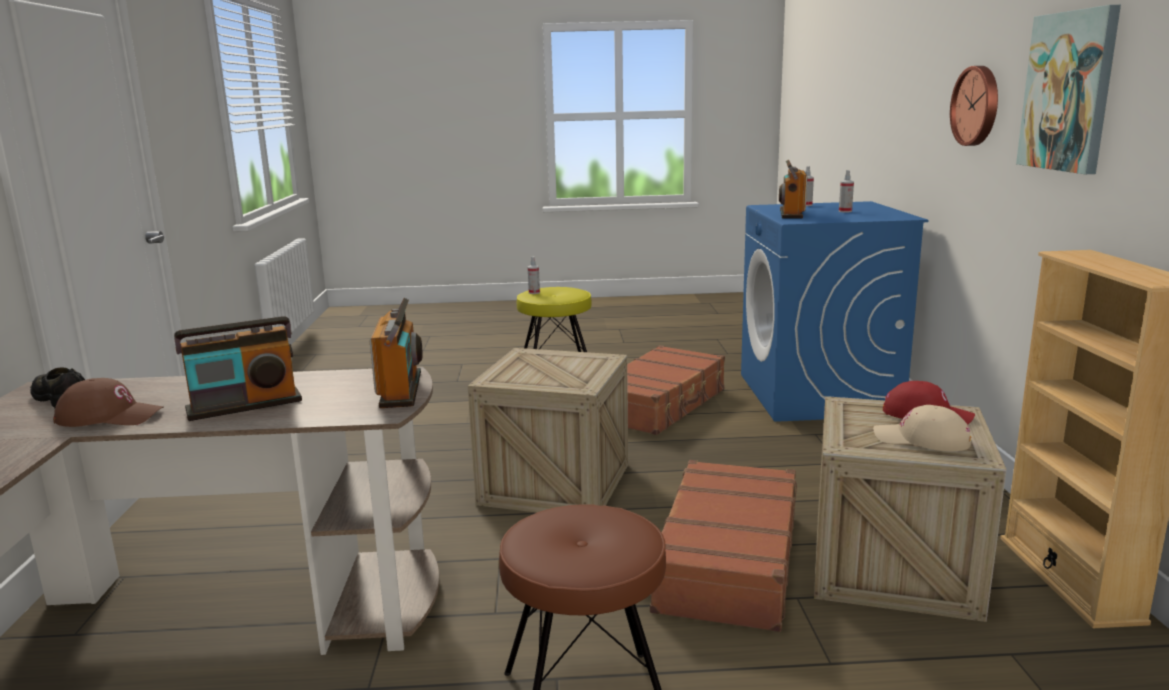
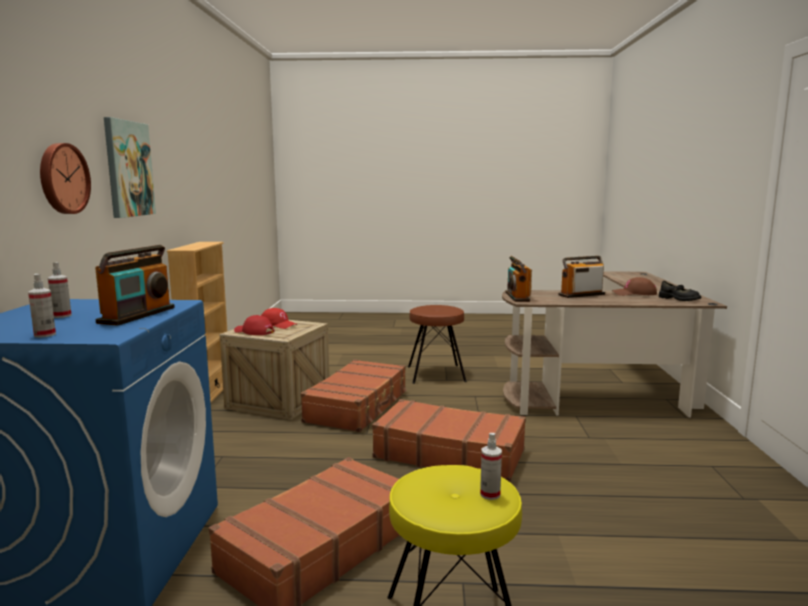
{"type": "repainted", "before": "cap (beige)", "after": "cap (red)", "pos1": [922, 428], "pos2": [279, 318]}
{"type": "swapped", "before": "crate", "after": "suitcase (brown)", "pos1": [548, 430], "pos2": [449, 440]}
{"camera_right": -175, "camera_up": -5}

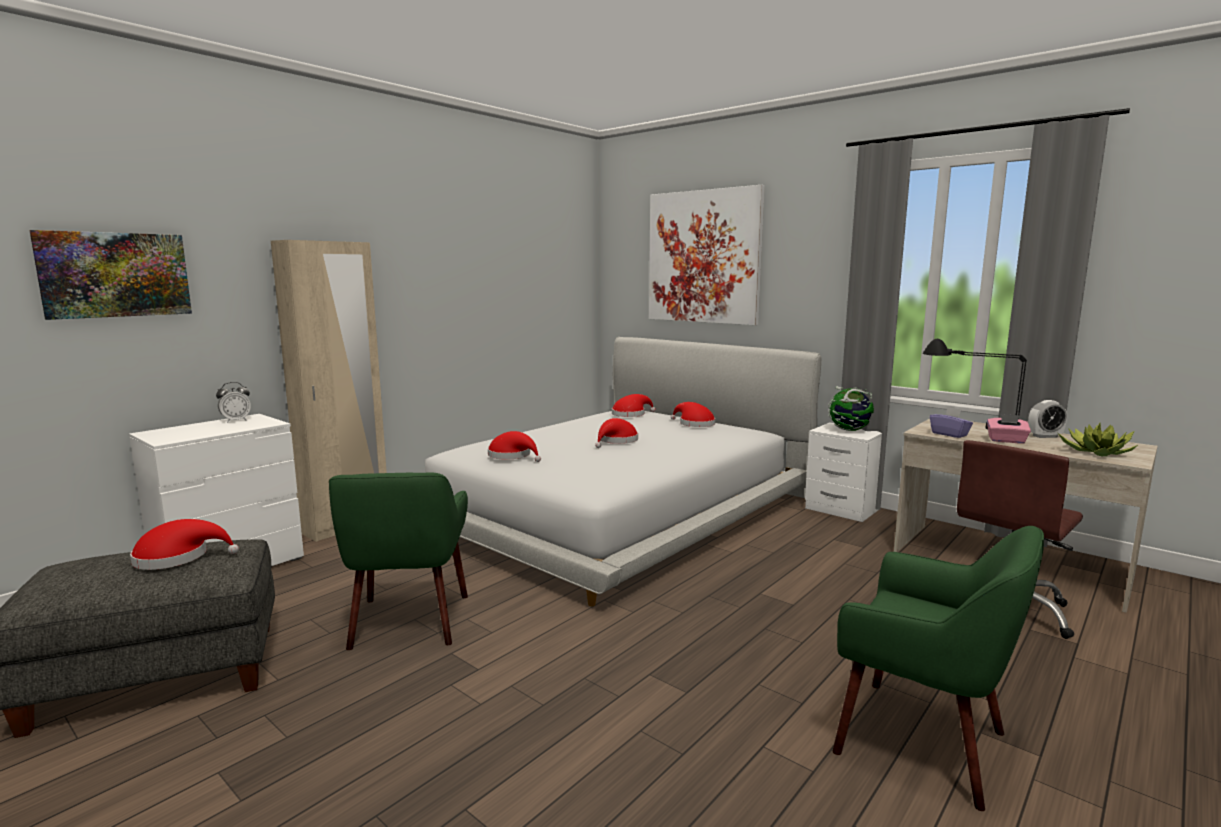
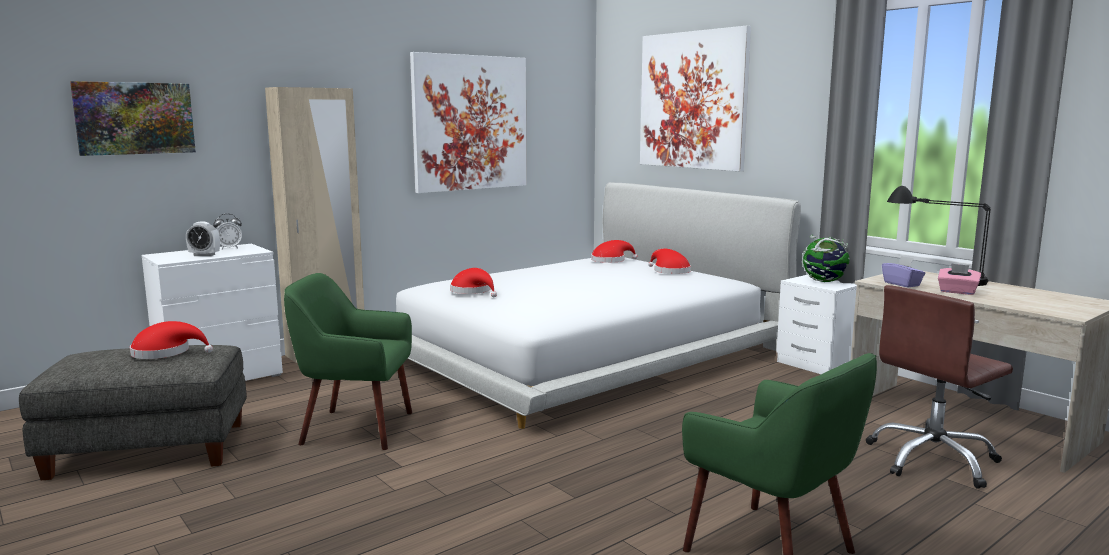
{"type": "shifted", "before": "alarm clock", "pos1": [1047, 419], "pos2": [203, 238]}
{"type": "rotated", "before": "armchair (green)", "pos1": [398, 561], "pos2": [348, 361], "turn": 90}
{"type": "new", "after": "picture", "pos2": [468, 122]}
{"type": "gone", "before": "hat (red)", "pos1": [616, 433]}
{"type": "gone", "before": "potted plant", "pos1": [1098, 439]}
{"camera_right": 10, "camera_up": 0}

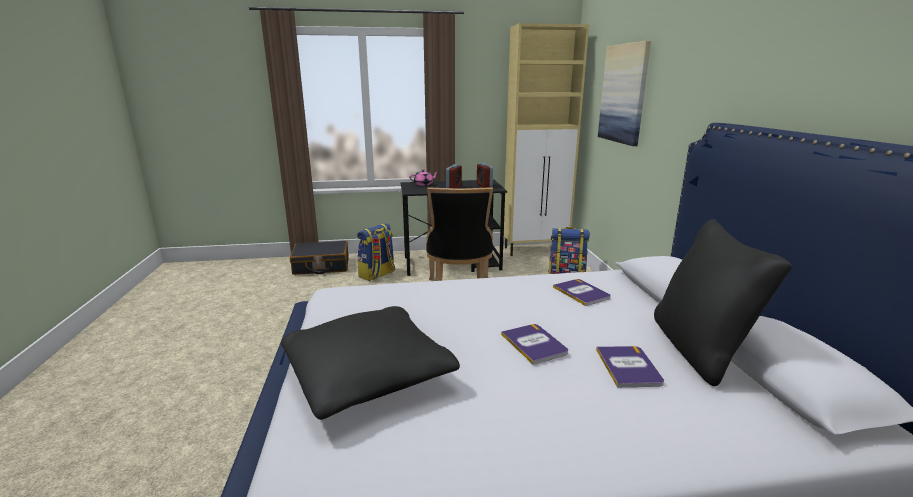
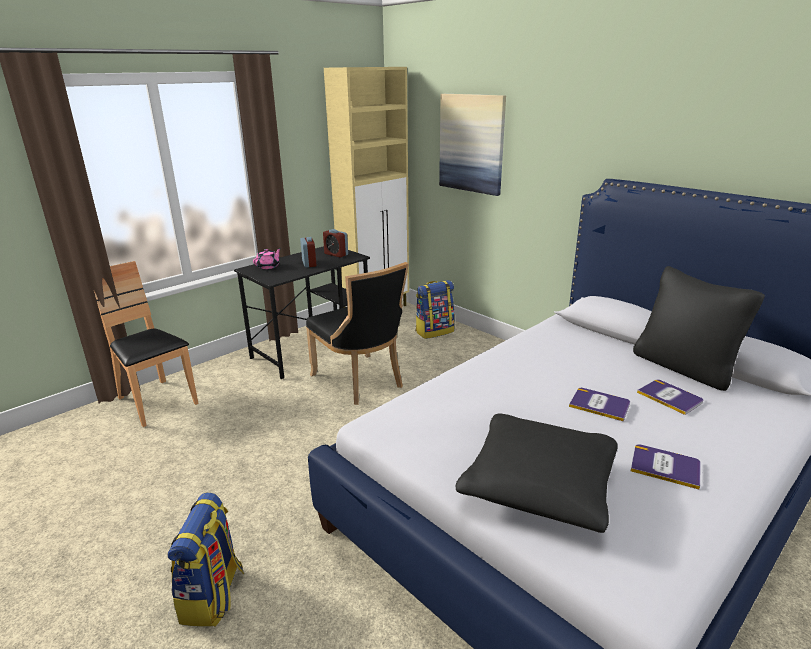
{"type": "swapped", "before": "suitcase (black)", "after": "chair (brown)", "pos1": [319, 258], "pos2": [146, 344]}
{"type": "shifted", "before": "backpack", "pos1": [376, 252], "pos2": [206, 560]}
{"type": "shifted", "before": "book", "pos1": [582, 292], "pos2": [666, 466]}
{"camera_right": -35, "camera_up": 5}

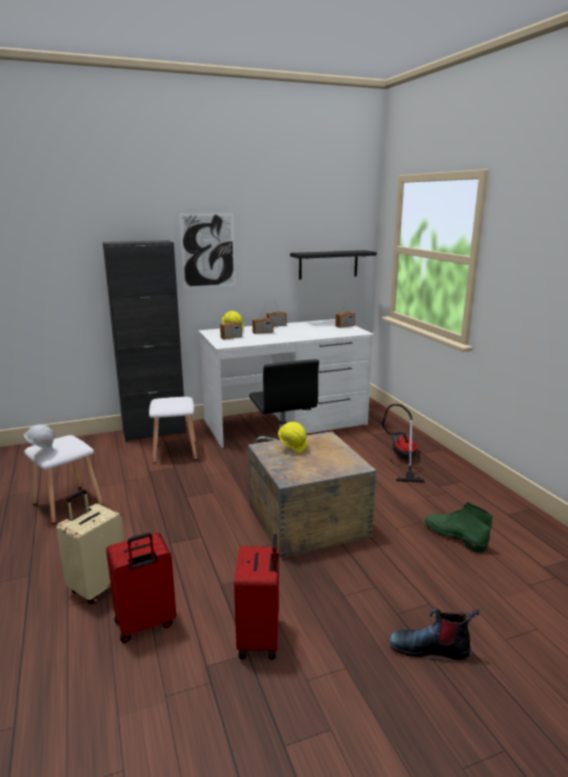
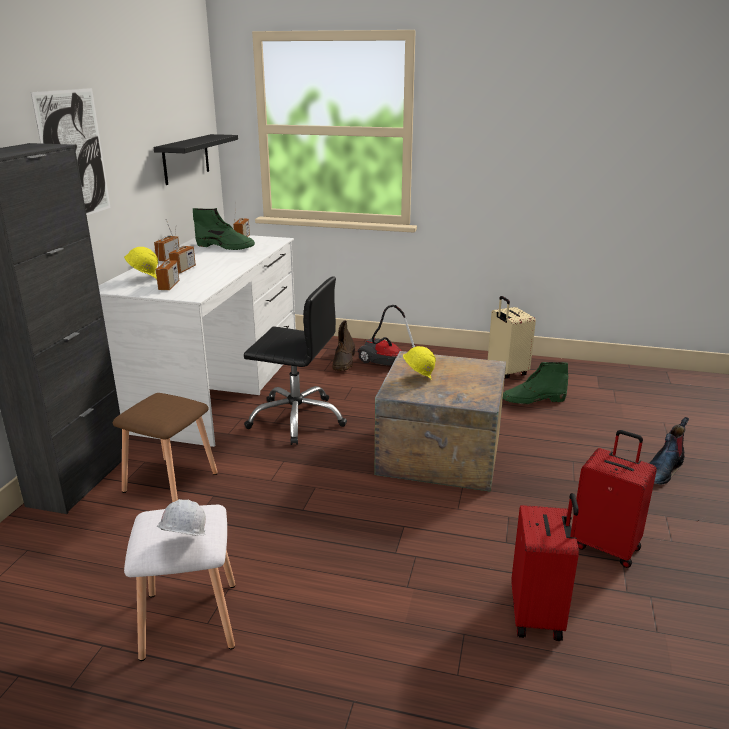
{"type": "repainted", "before": "stool (white)", "after": "stool (brown)", "pos1": [173, 430], "pos2": [165, 447]}
{"type": "new", "after": "boot (green)", "pos2": [224, 229]}
{"type": "new", "after": "boot (brown)", "pos2": [343, 345]}
{"type": "shifted", "before": "suitcase (beige)", "pos1": [90, 547], "pos2": [512, 337]}
{"camera_right": -55, "camera_up": 5}

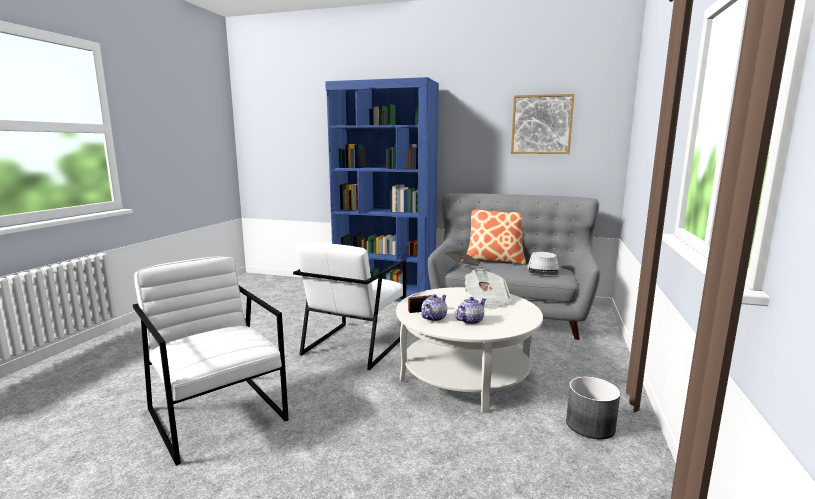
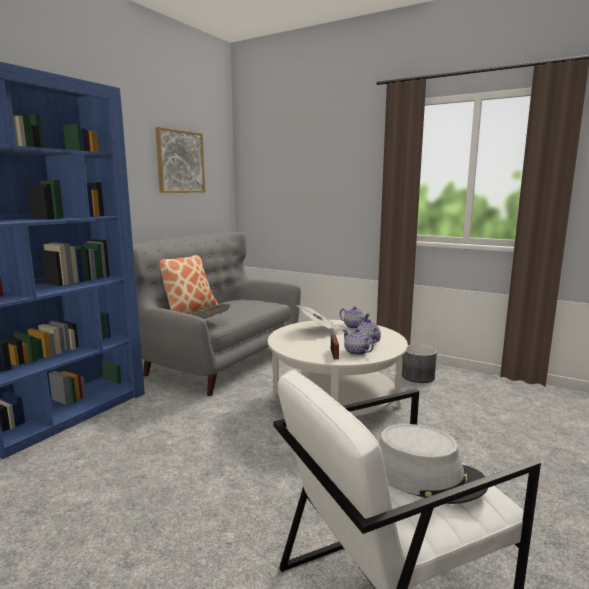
{"type": "new", "after": "teapot", "pos2": [355, 317]}
{"type": "shifted", "before": "hat (grey)", "pos1": [543, 263], "pos2": [433, 464]}
{"type": "gone", "before": "armchair (white)", "pos1": [349, 306]}
{"camera_right": -75, "camera_up": 0}

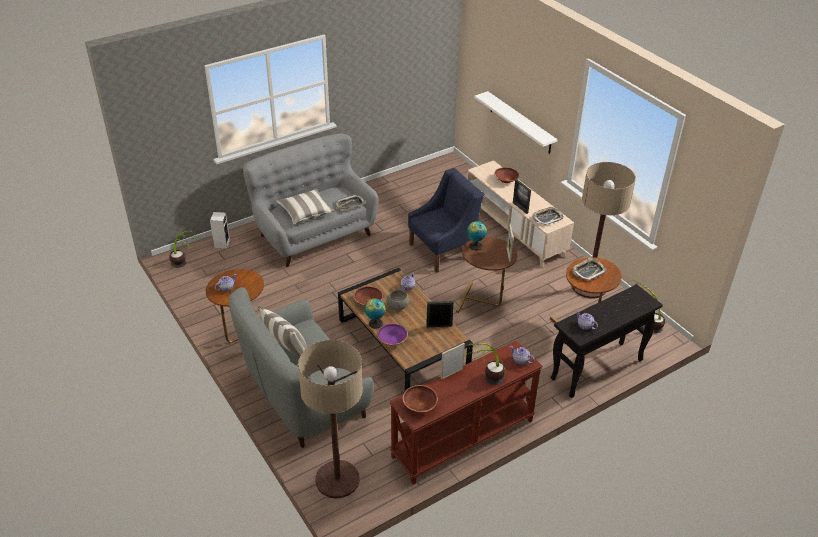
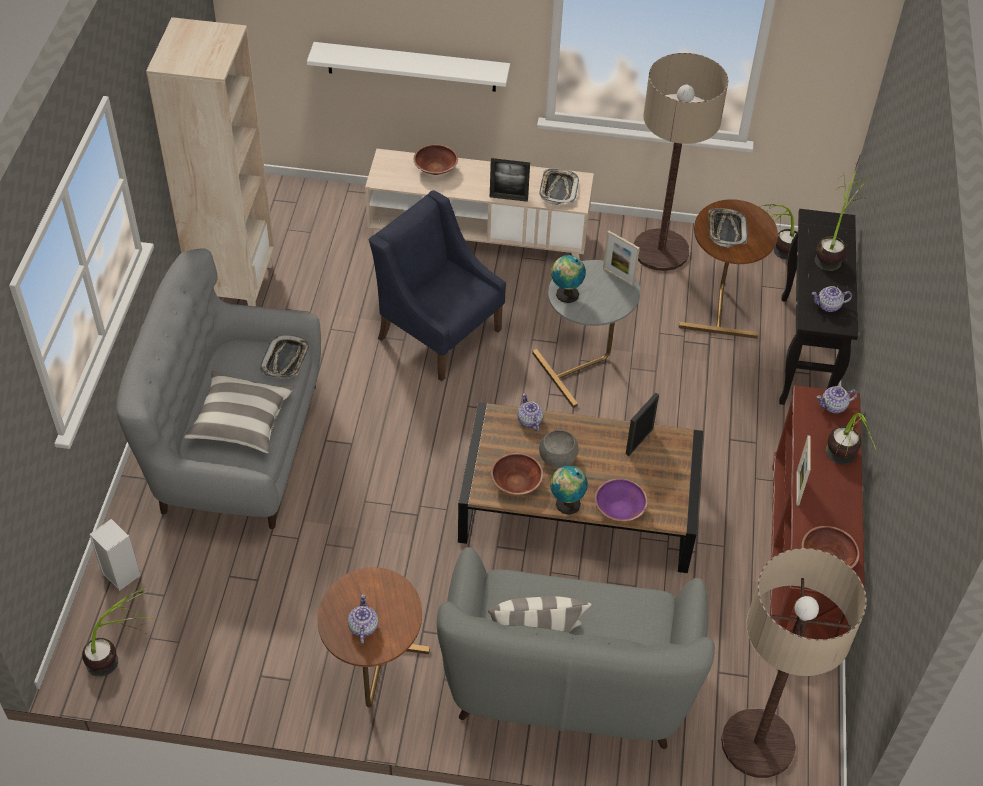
{"type": "new", "after": "bookcase (beige)", "pos2": [210, 161]}
{"type": "rotated", "before": "armchair (blue)", "pos1": [446, 220], "pos2": [437, 285], "turn": -60}
{"type": "repainted", "before": "side table (brown)", "after": "side table (grey)", "pos1": [486, 275], "pos2": [586, 334]}
{"type": "new", "after": "potted plant", "pos2": [842, 212]}
{"camera_right": -50, "camera_up": 10}

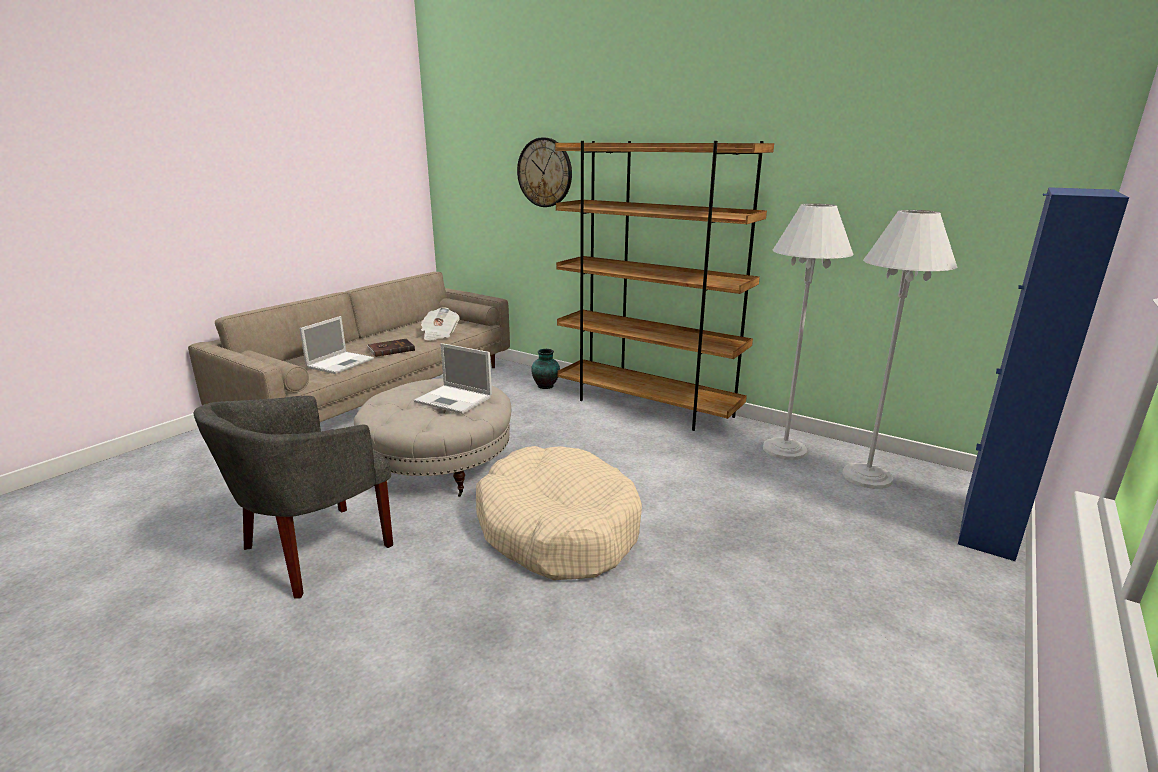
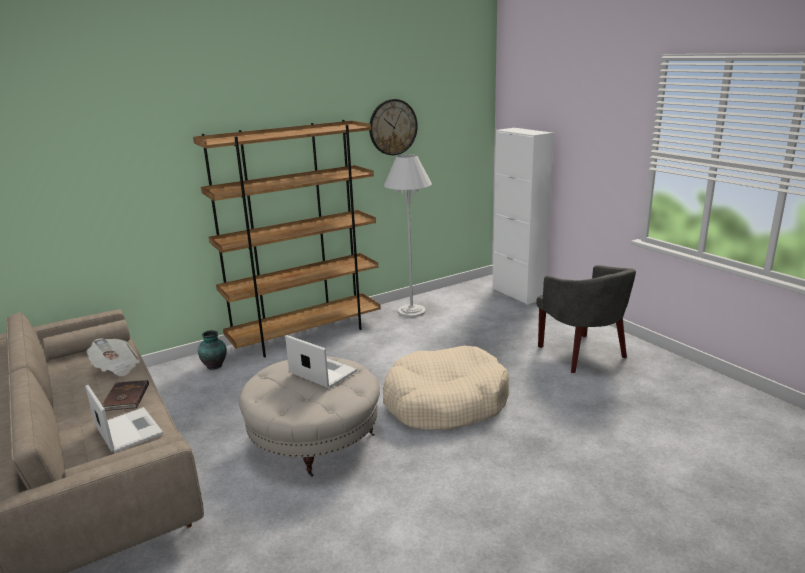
{"type": "rotated", "before": "laptop", "pos1": [453, 378], "pos2": [321, 361], "turn": -105}
{"type": "shifted", "before": "wall clock", "pos1": [544, 172], "pos2": [393, 127]}
{"type": "repainted", "before": "cabinet (blue)", "after": "cabinet (white)", "pos1": [1043, 374], "pos2": [523, 216]}
{"type": "shifted", "before": "armchair (grey)", "pos1": [293, 497], "pos2": [586, 319]}
{"type": "gone", "before": "floor lamp (white)", "pos1": [899, 349]}
{"camera_right": -65, "camera_up": 0}

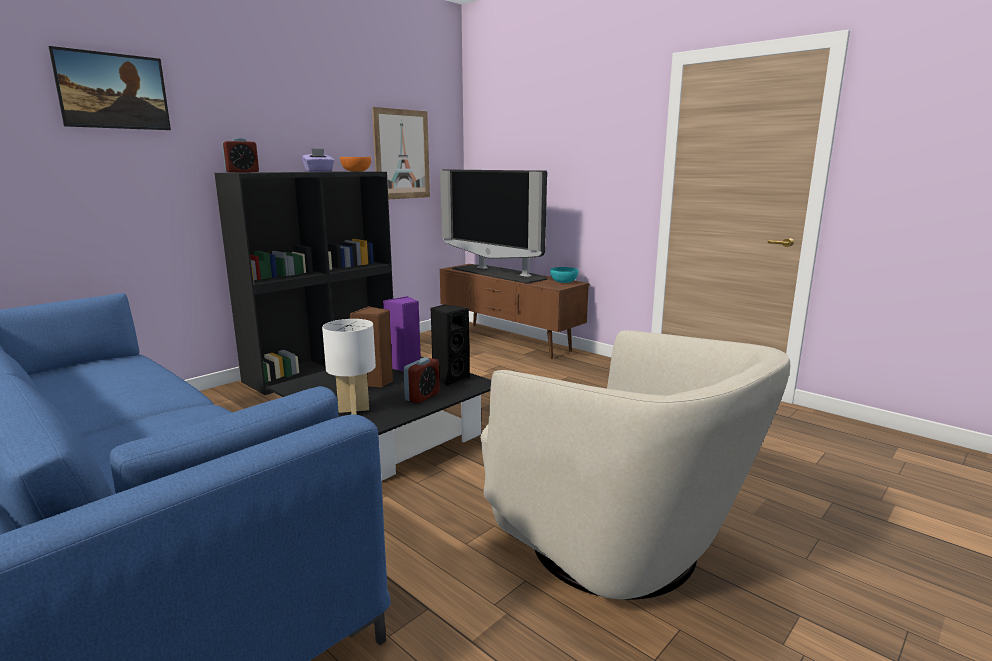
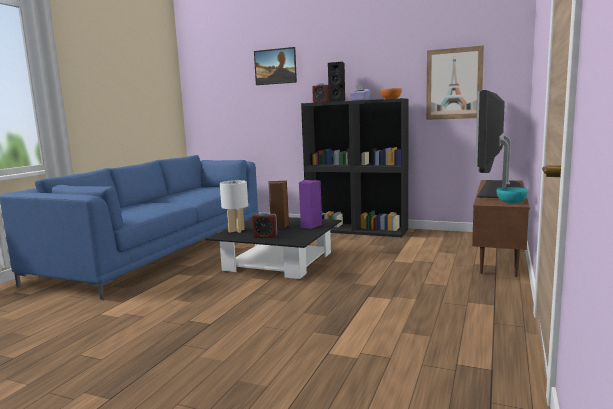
{"type": "shifted", "before": "speaker (black)", "pos1": [450, 345], "pos2": [336, 82]}
{"type": "gone", "before": "armchair (beige)", "pos1": [635, 465]}
{"camera_right": 70, "camera_up": -5}

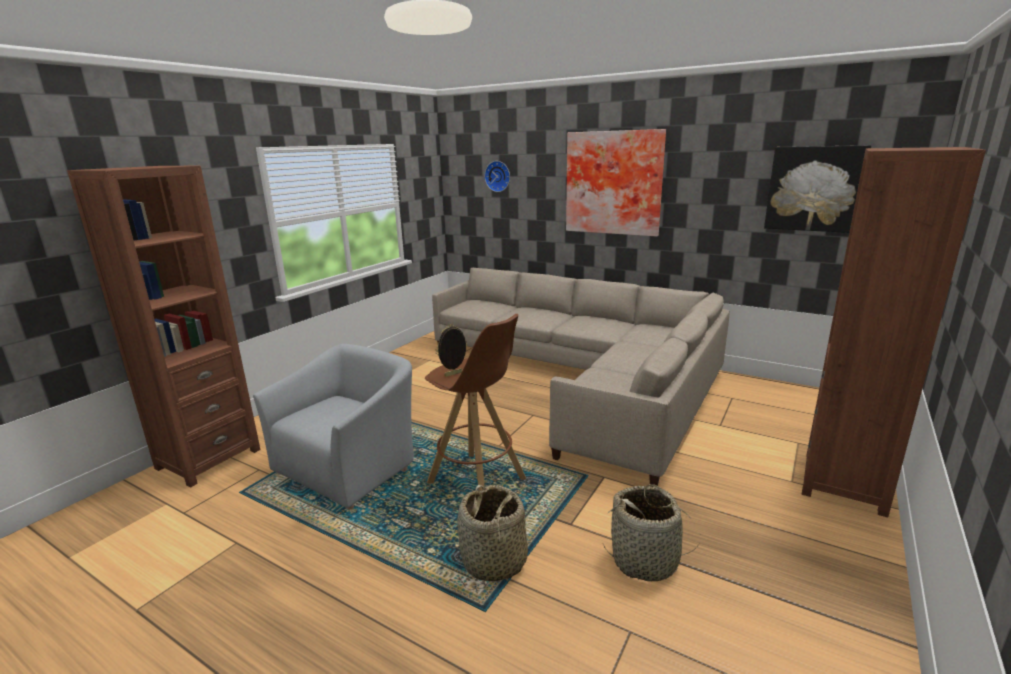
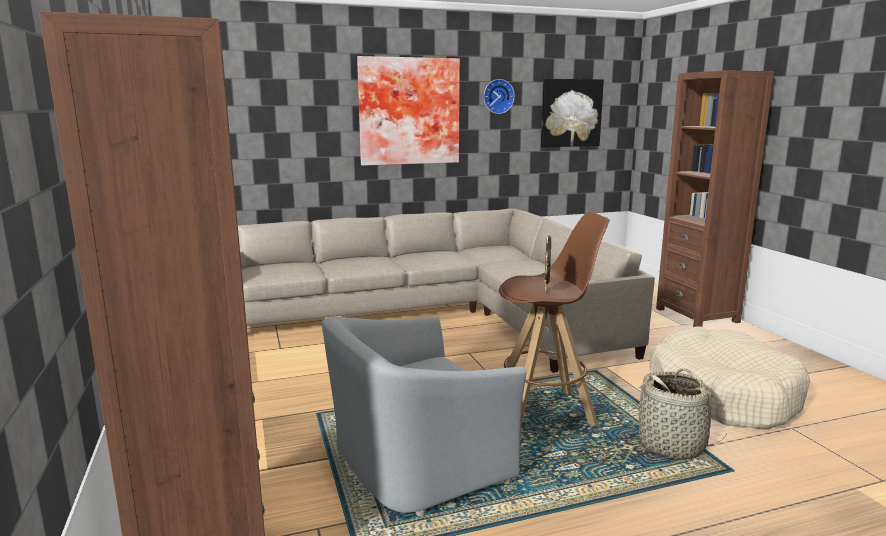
{"type": "rotated", "before": "armchair (grey)", "pos1": [333, 426], "pos2": [424, 416], "turn": -105}
{"type": "shifted", "before": "wall clock", "pos1": [497, 176], "pos2": [499, 96]}
{"type": "swapped", "before": "basket", "after": "dog bed (beige)", "pos1": [651, 532], "pos2": [729, 378]}
{"camera_right": -50, "camera_up": -5}

